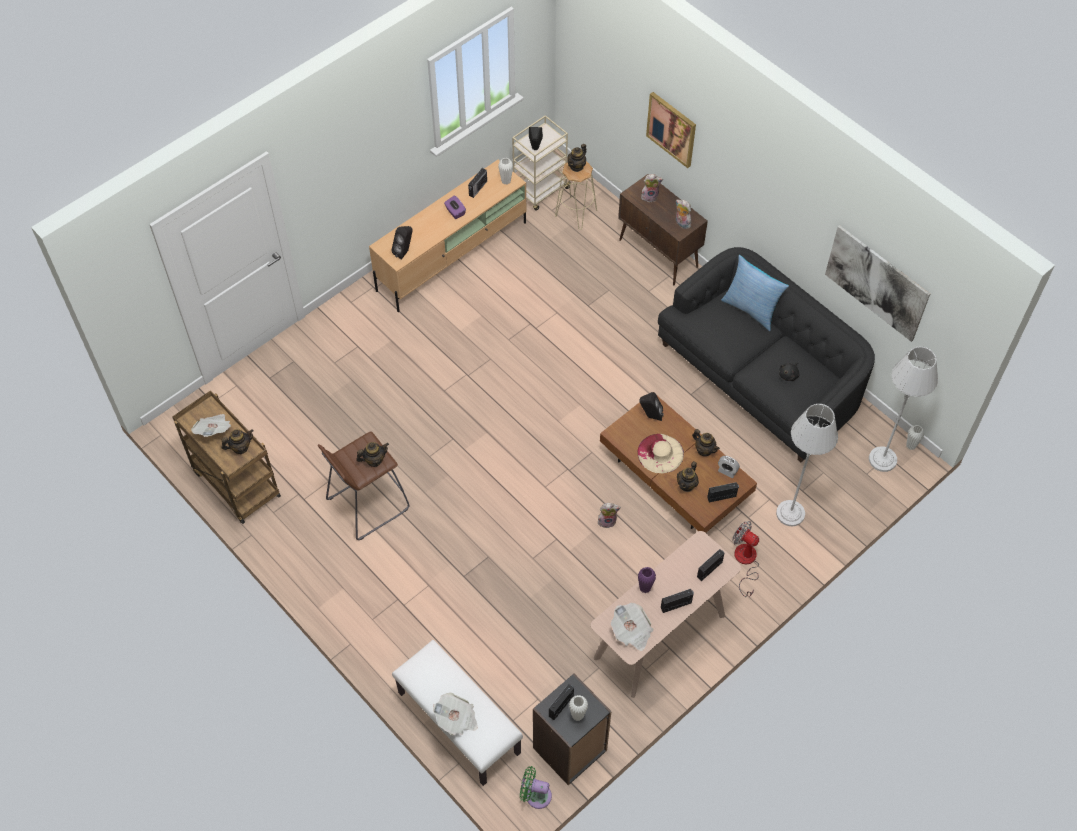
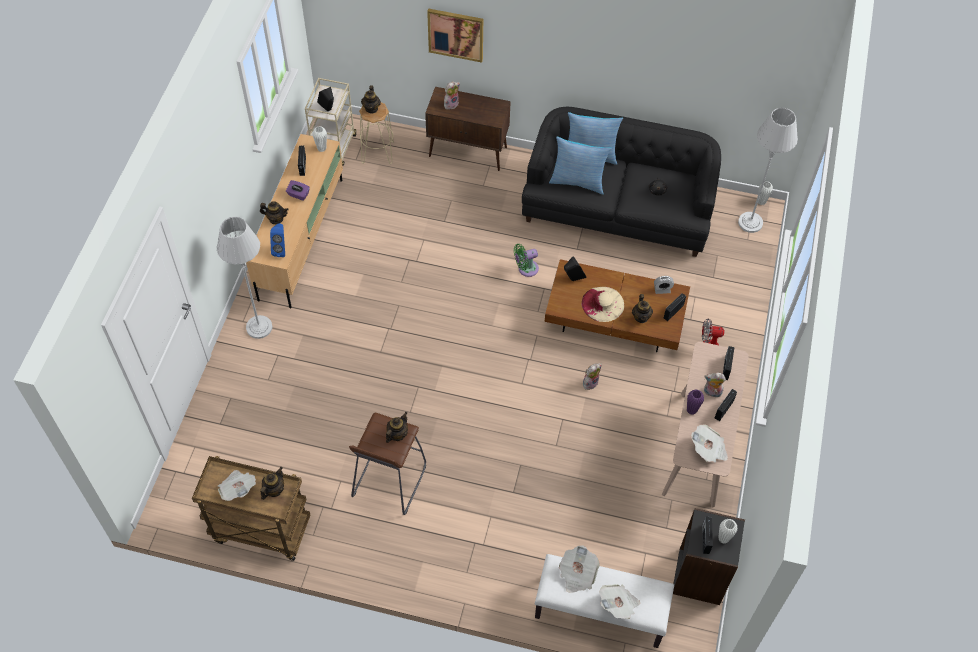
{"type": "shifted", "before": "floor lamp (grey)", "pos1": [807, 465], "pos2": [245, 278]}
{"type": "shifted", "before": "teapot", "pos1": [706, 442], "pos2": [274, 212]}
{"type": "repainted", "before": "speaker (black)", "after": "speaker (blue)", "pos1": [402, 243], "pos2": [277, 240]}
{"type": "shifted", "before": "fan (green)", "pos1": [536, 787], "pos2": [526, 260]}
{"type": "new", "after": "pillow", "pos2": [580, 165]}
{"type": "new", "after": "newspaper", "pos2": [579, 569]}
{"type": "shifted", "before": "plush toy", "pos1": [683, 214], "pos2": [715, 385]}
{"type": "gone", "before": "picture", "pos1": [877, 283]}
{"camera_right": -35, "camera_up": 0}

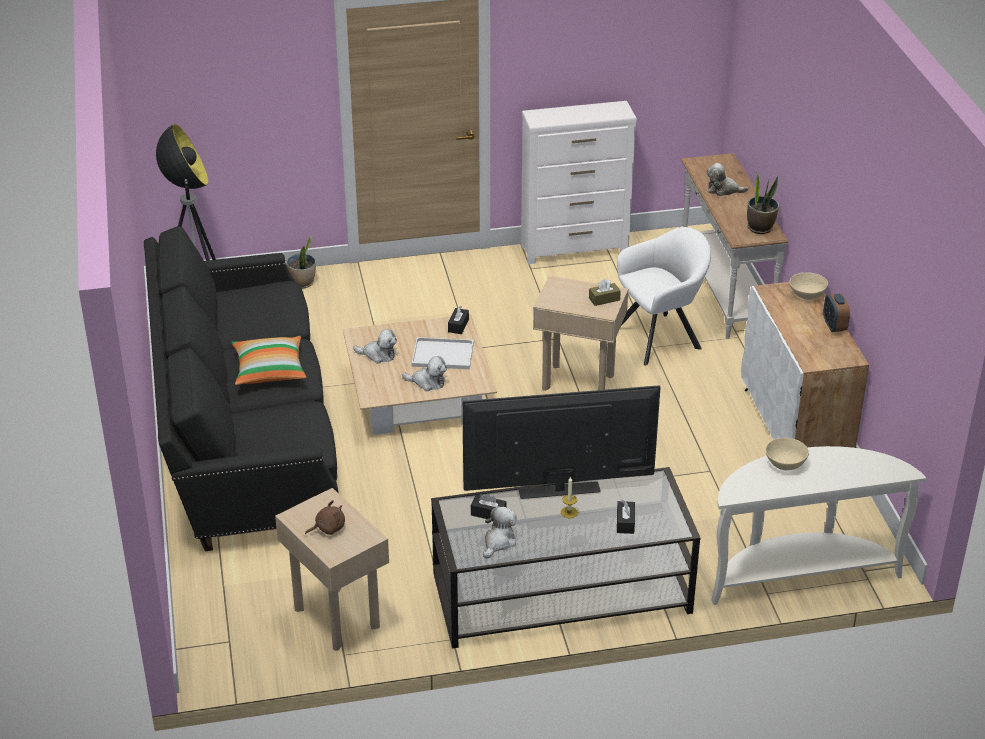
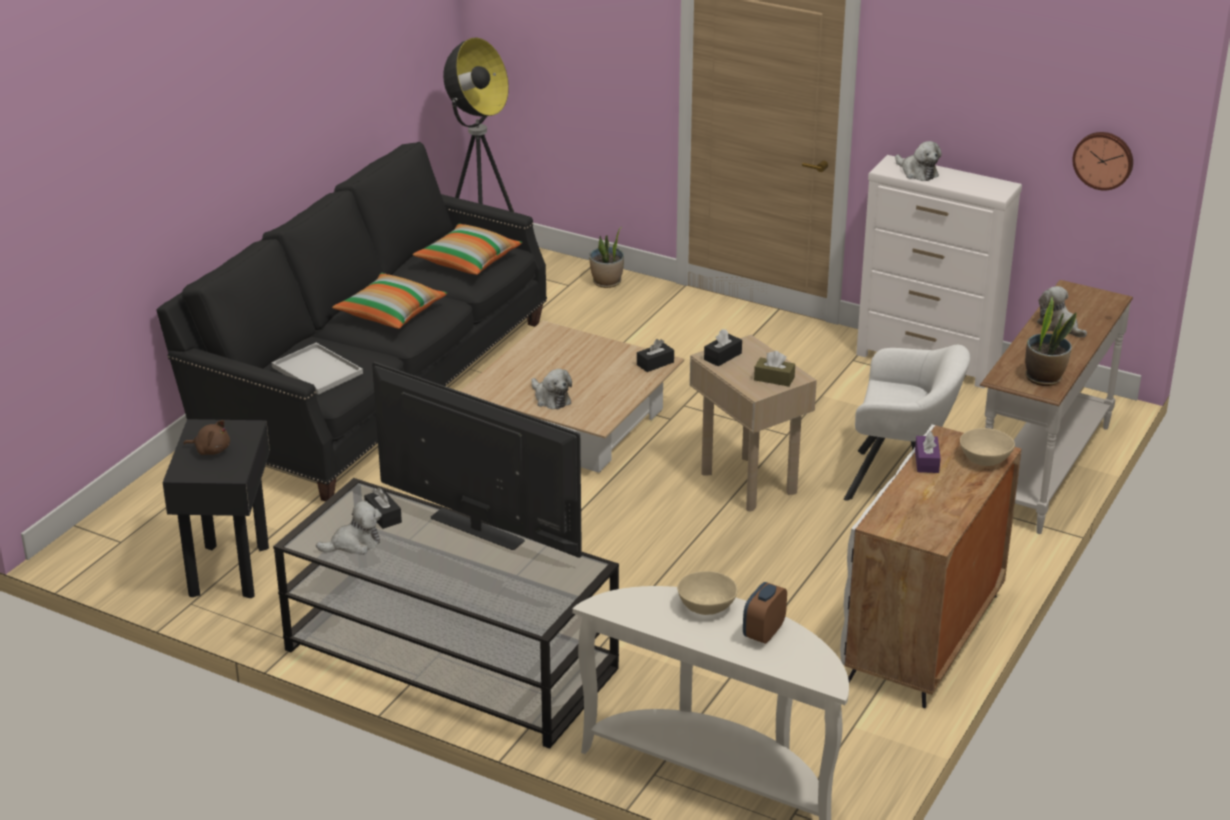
{"type": "repainted", "before": "side table (beige)", "after": "side table (black)", "pos1": [332, 569], "pos2": [216, 508]}
{"type": "shifted", "before": "tray (white)", "pos1": [443, 353], "pos2": [317, 369]}
{"type": "new", "after": "pillow", "pos2": [467, 249]}
{"type": "shifted", "before": "tissue box (black)", "pos1": [626, 517], "pos2": [723, 347]}
{"type": "shifted", "before": "alarm clock", "pos1": [836, 313], "pos2": [765, 613]}
{"type": "shifted", "before": "plush toy", "pos1": [375, 346], "pos2": [918, 161]}
{"type": "new", "after": "tissue box (purple)", "pos2": [928, 452]}
{"type": "new", "after": "wall clock", "pos2": [1102, 161]}
{"type": "gone", "before": "candle", "pos1": [569, 497]}
{"camera_right": 40, "camera_up": -5}

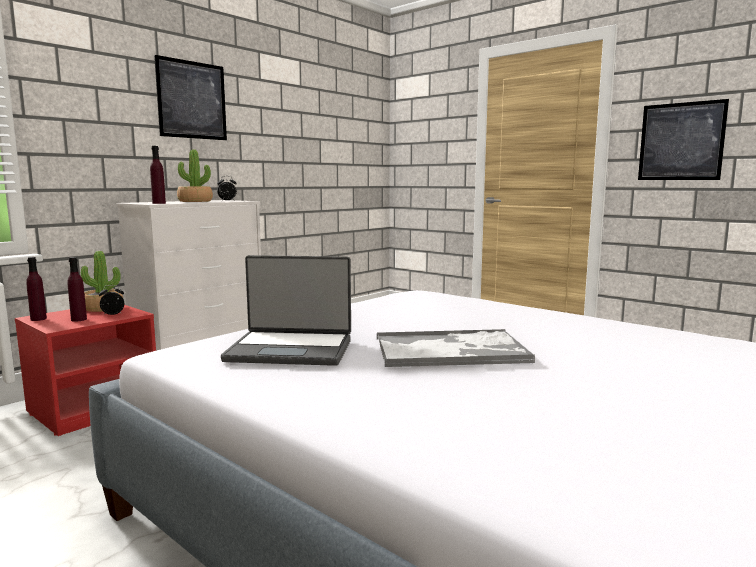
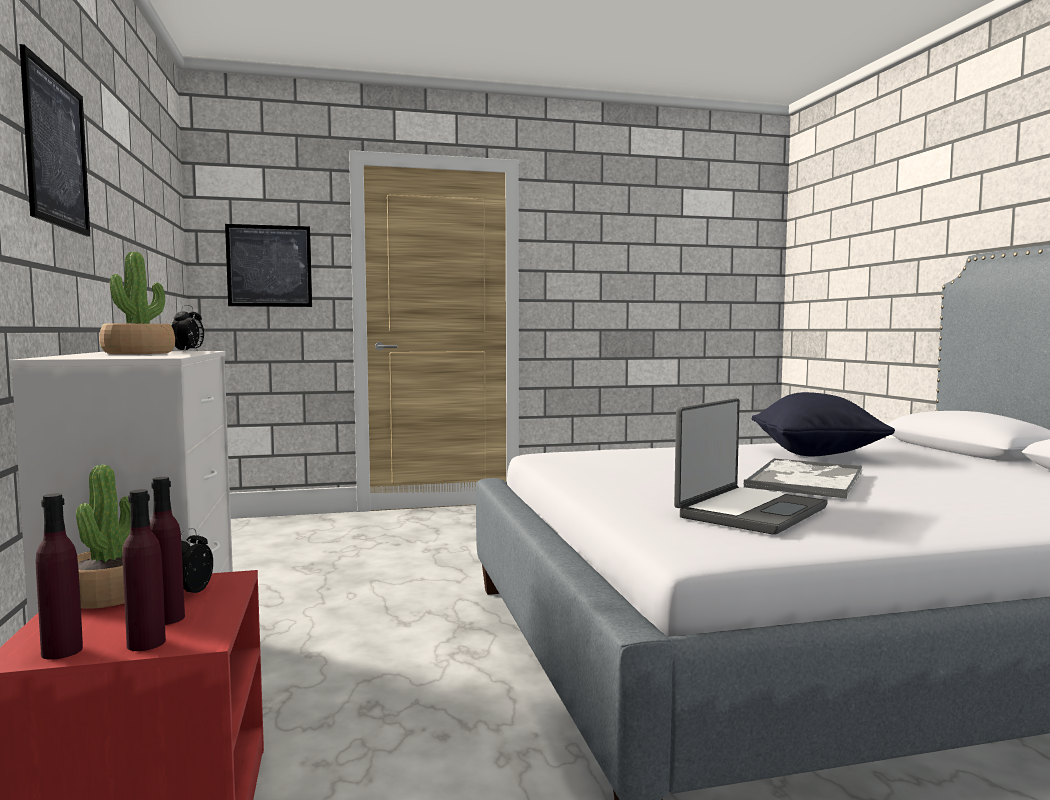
{"type": "shifted", "before": "bottle (purple)", "pos1": [158, 175], "pos2": [144, 570]}
{"type": "shifted", "before": "picture", "pos1": [683, 139], "pos2": [268, 265]}
{"type": "new", "after": "pillow (black)", "pos2": [823, 424]}
{"camera_right": -55, "camera_up": -5}

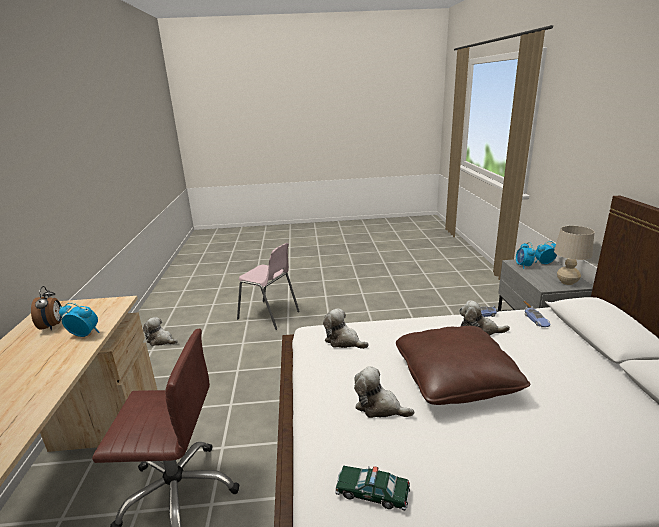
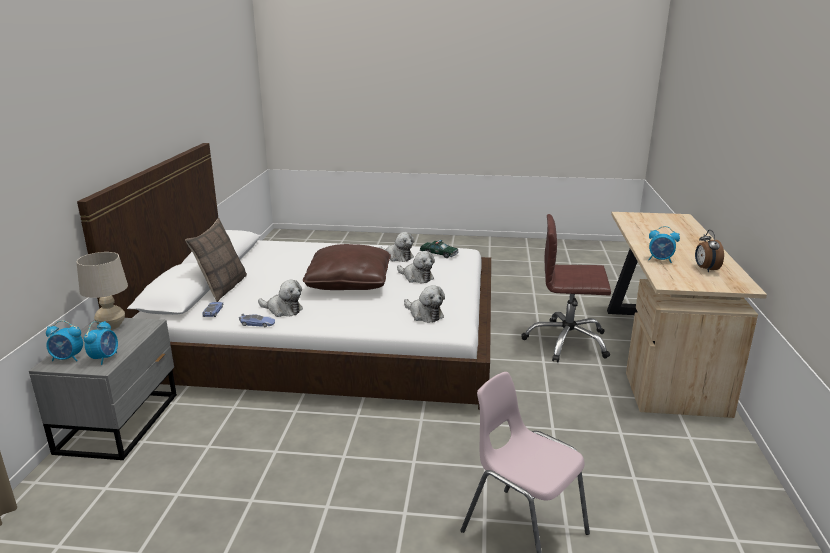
{"type": "new", "after": "pillow", "pos2": [216, 260]}
{"type": "shifted", "before": "plush toy", "pos1": [160, 331], "pos2": [396, 247]}
{"camera_right": -170, "camera_up": 0}

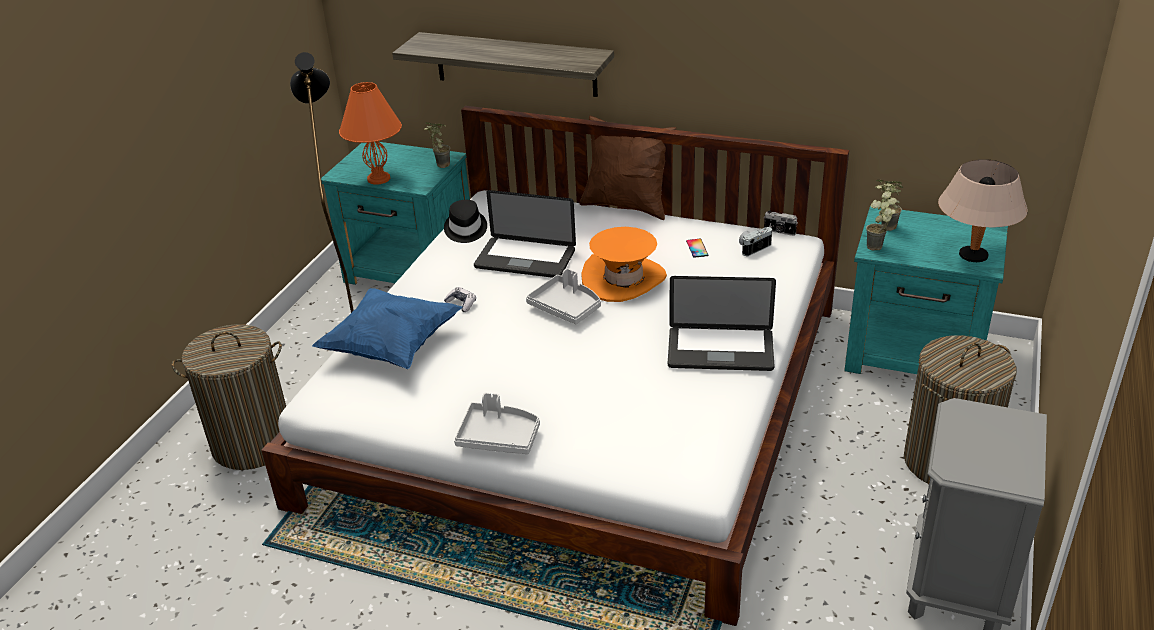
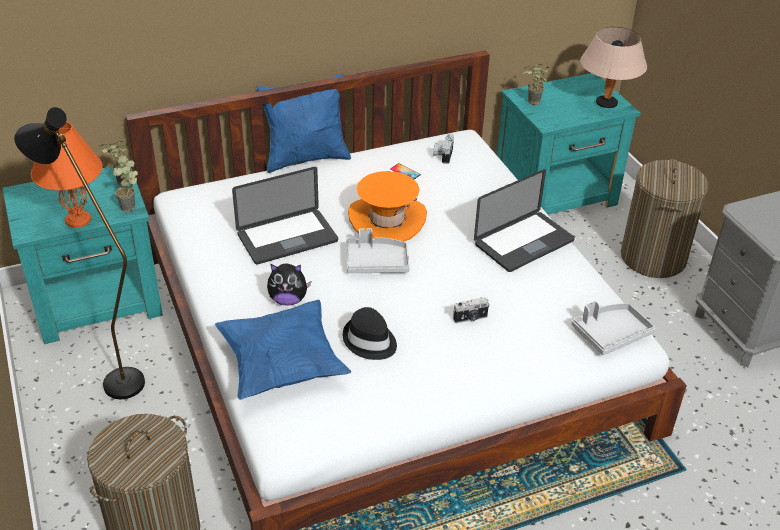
{"type": "shifted", "before": "potted plant", "pos1": [881, 220], "pos2": [125, 183]}
{"type": "repainted", "before": "pillow (brown)", "after": "pillow (blue)", "pos1": [628, 168], "pos2": [304, 123]}
{"type": "swapped", "before": "game controller", "after": "plush toy", "pos1": [460, 299], "pos2": [289, 285]}
{"type": "shifted", "before": "hat (black)", "pos1": [465, 221], "pos2": [370, 333]}
{"type": "shifted", "before": "photo camera", "pos1": [781, 223], "pos2": [471, 310]}
{"type": "shifted", "before": "tray (grey)", "pos1": [497, 423], "pos2": [613, 328]}
{"type": "gone", "before": "shelf", "pos1": [503, 64]}
{"camera_right": -45, "camera_up": 5}

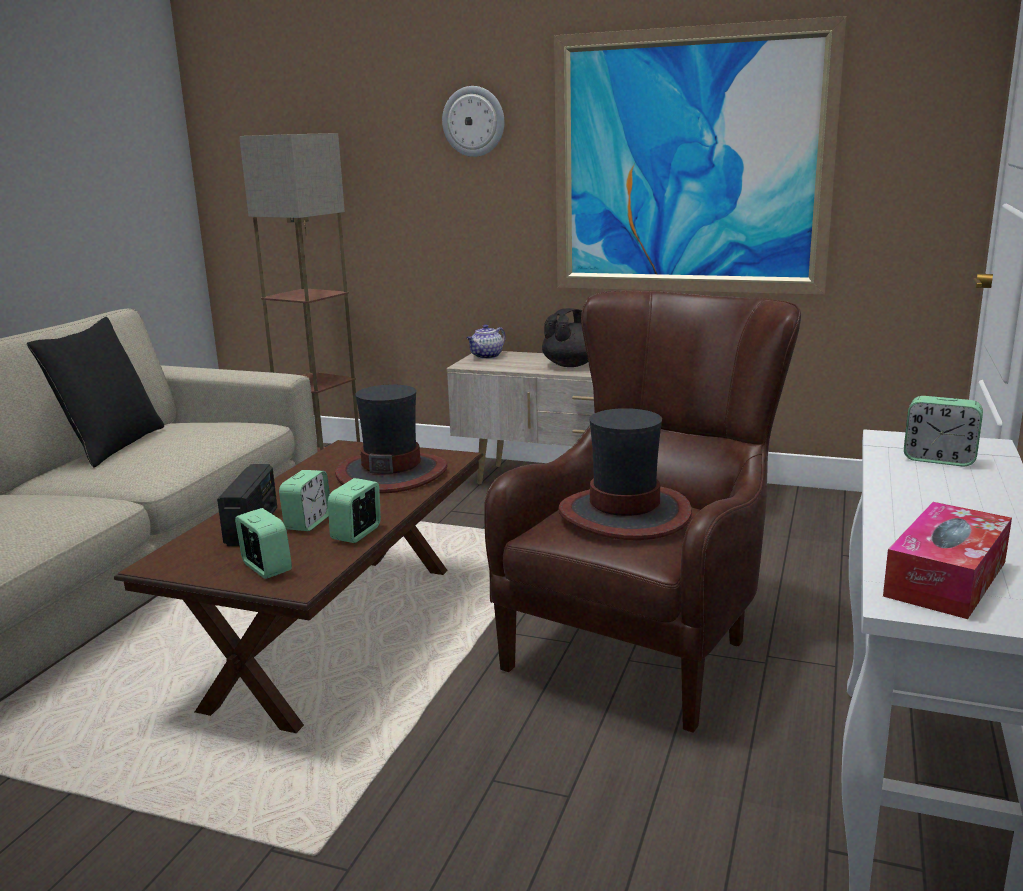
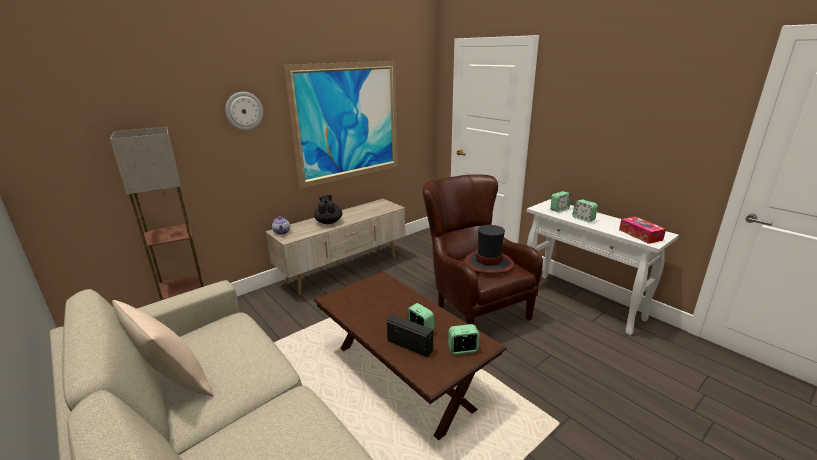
{"type": "repainted", "before": "pillow (black)", "after": "pillow (beige)", "pos1": [95, 392], "pos2": [162, 348]}
{"type": "shifted", "before": "alarm clock", "pos1": [354, 510], "pos2": [585, 210]}
{"type": "gone", "before": "hat", "pos1": [391, 439]}
{"camera_right": -60, "camera_up": 5}

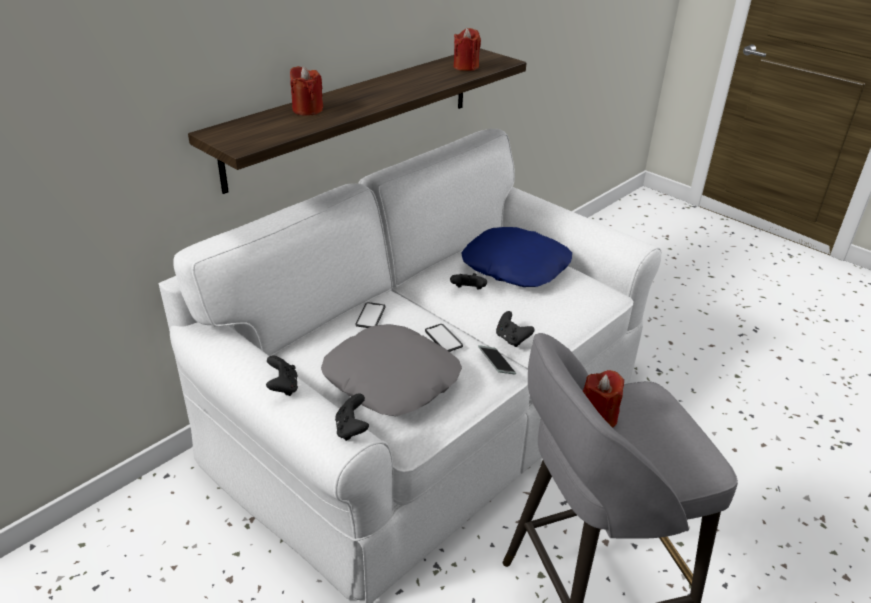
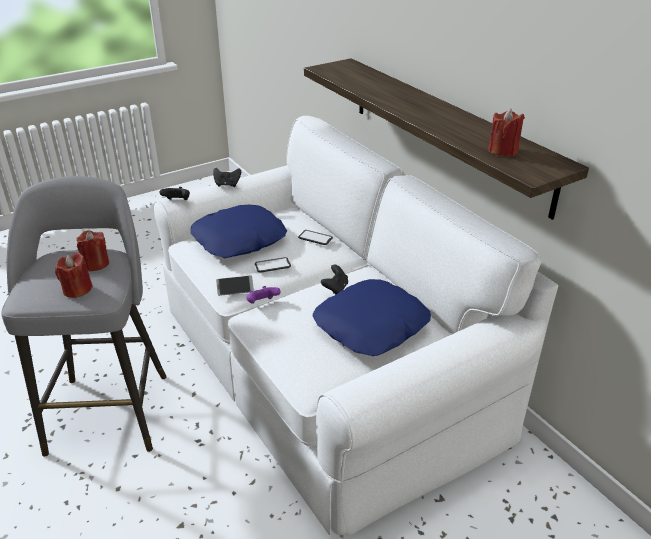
{"type": "shifted", "before": "candle (red)", "pos1": [306, 91], "pos2": [74, 275]}
{"type": "repainted", "before": "pillow (grey)", "after": "pillow (blue)", "pos1": [391, 370], "pos2": [239, 231]}
{"type": "repainted", "before": "game controller (black)", "after": "game controller (purple)", "pos1": [515, 329], "pos2": [263, 295]}
{"camera_right": 105, "camera_up": 0}

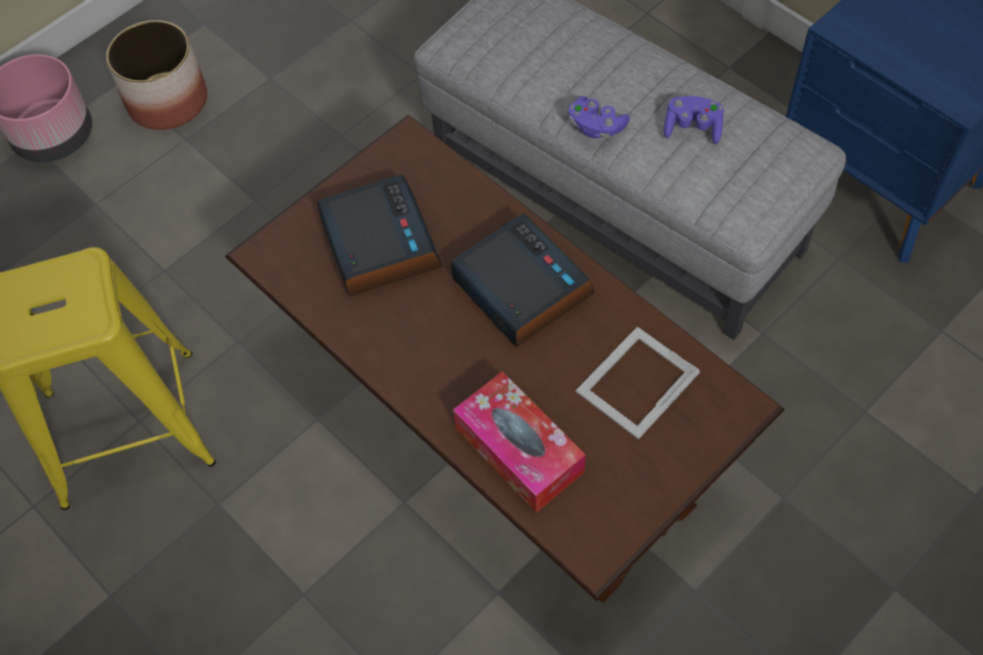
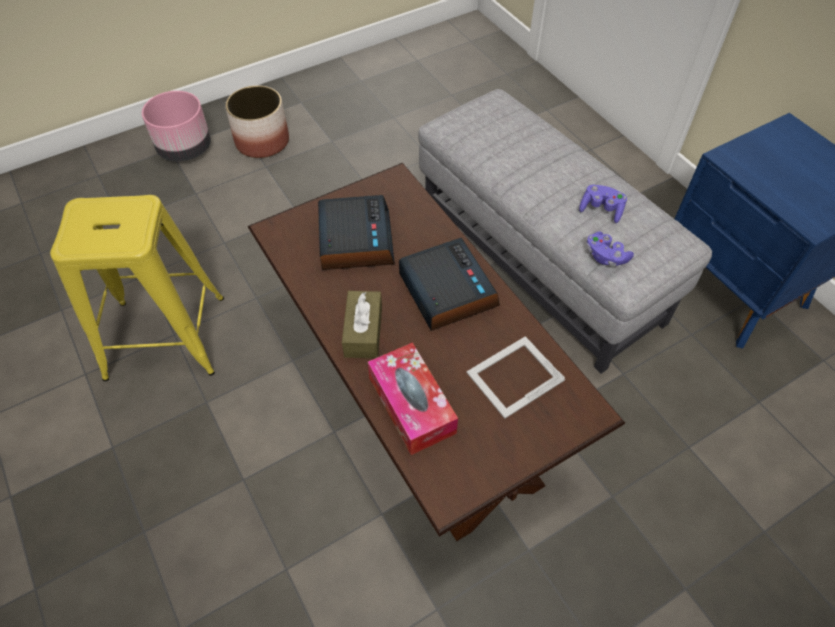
{"type": "new", "after": "tissue box (brown)", "pos2": [362, 324]}
{"type": "shifted", "before": "game controller (purple)", "pos1": [599, 117], "pos2": [610, 248]}
{"camera_right": 10, "camera_up": -5}

